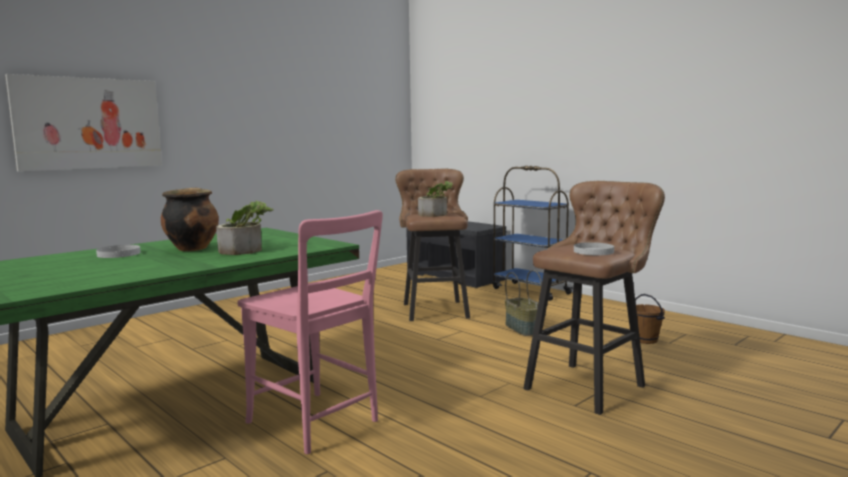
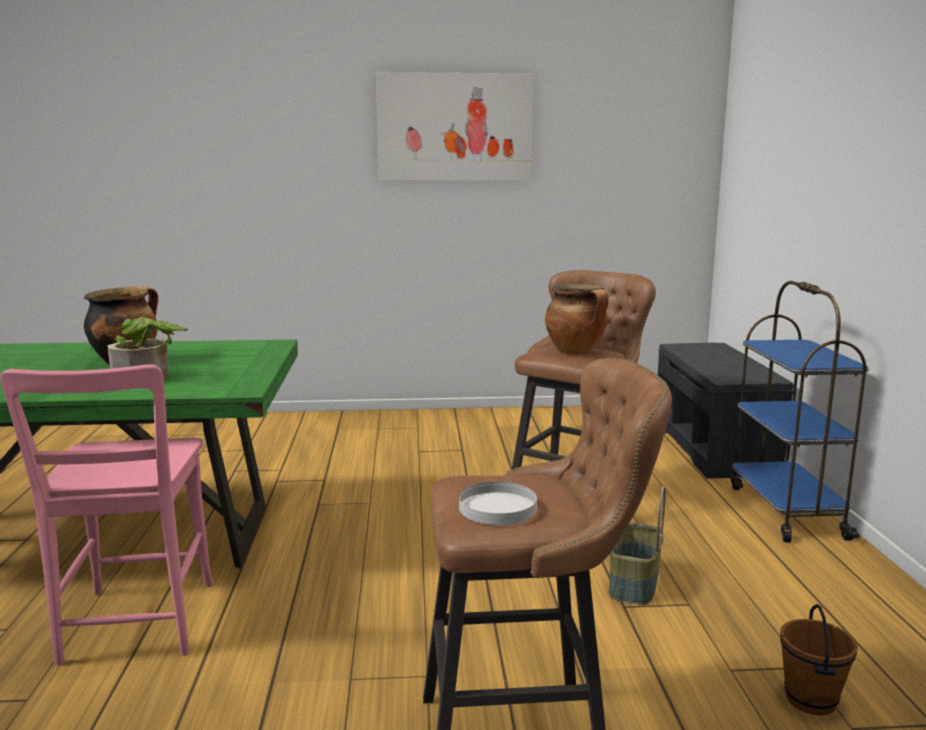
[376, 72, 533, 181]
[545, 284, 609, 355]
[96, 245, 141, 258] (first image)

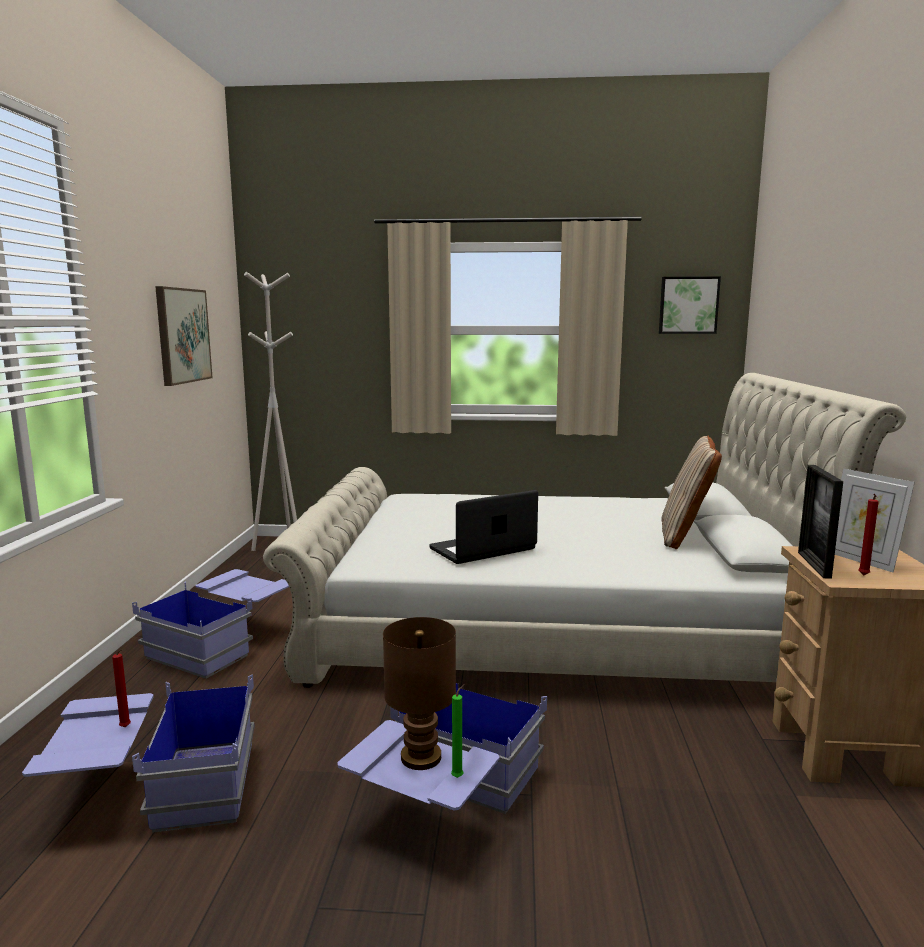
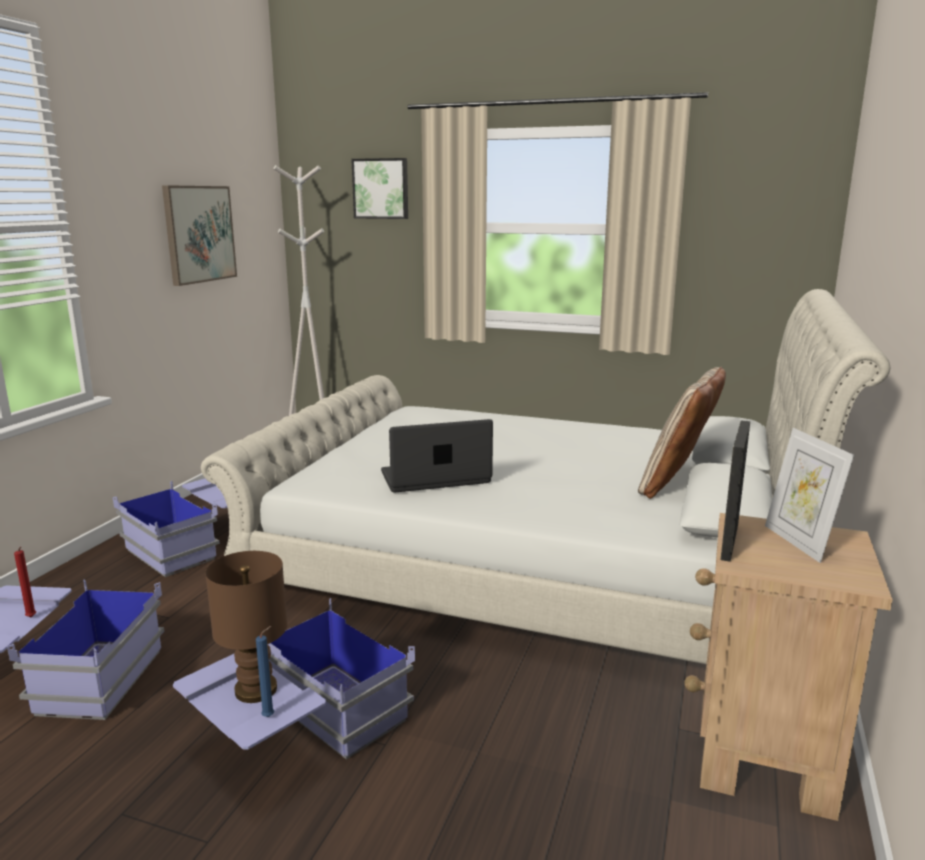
[256, 626, 274, 717]
[351, 158, 408, 219]
[858, 493, 879, 575] (first image)

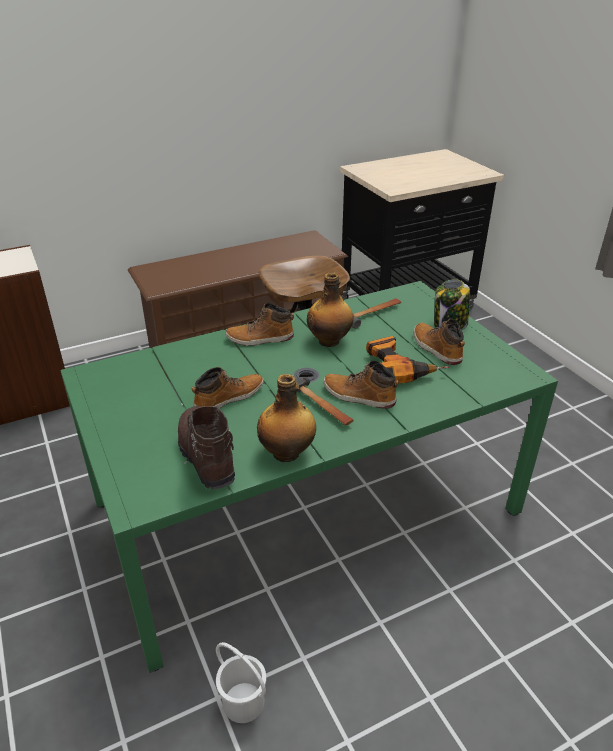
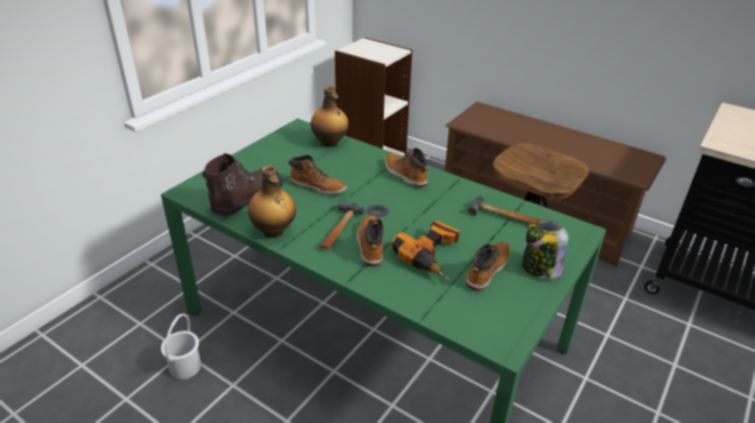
[311, 86, 349, 148]

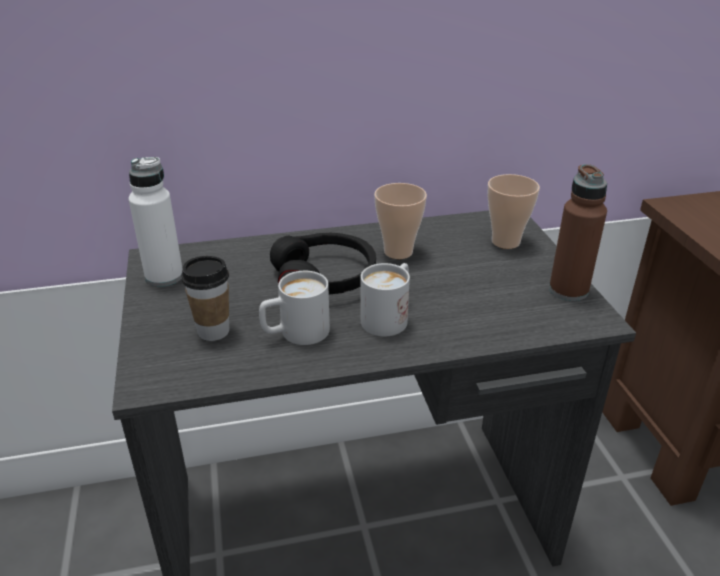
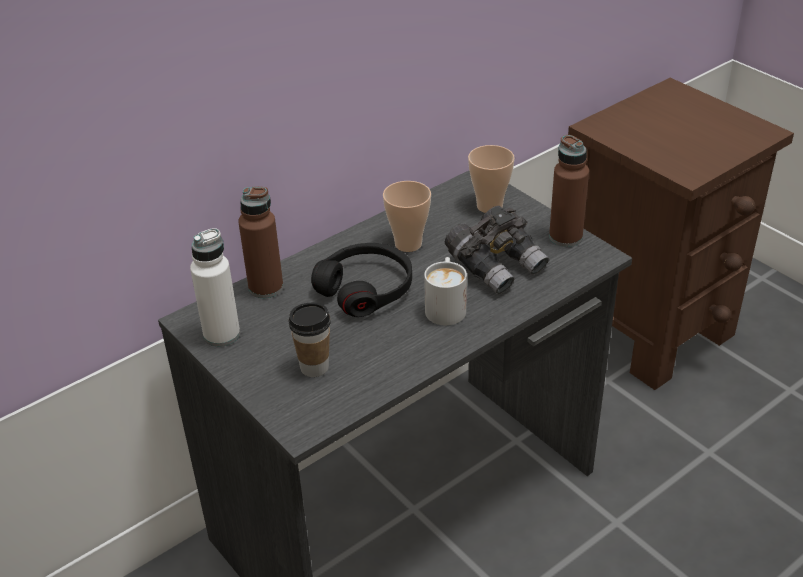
[238, 187, 283, 298]
[445, 206, 549, 295]
[259, 271, 330, 345] (first image)

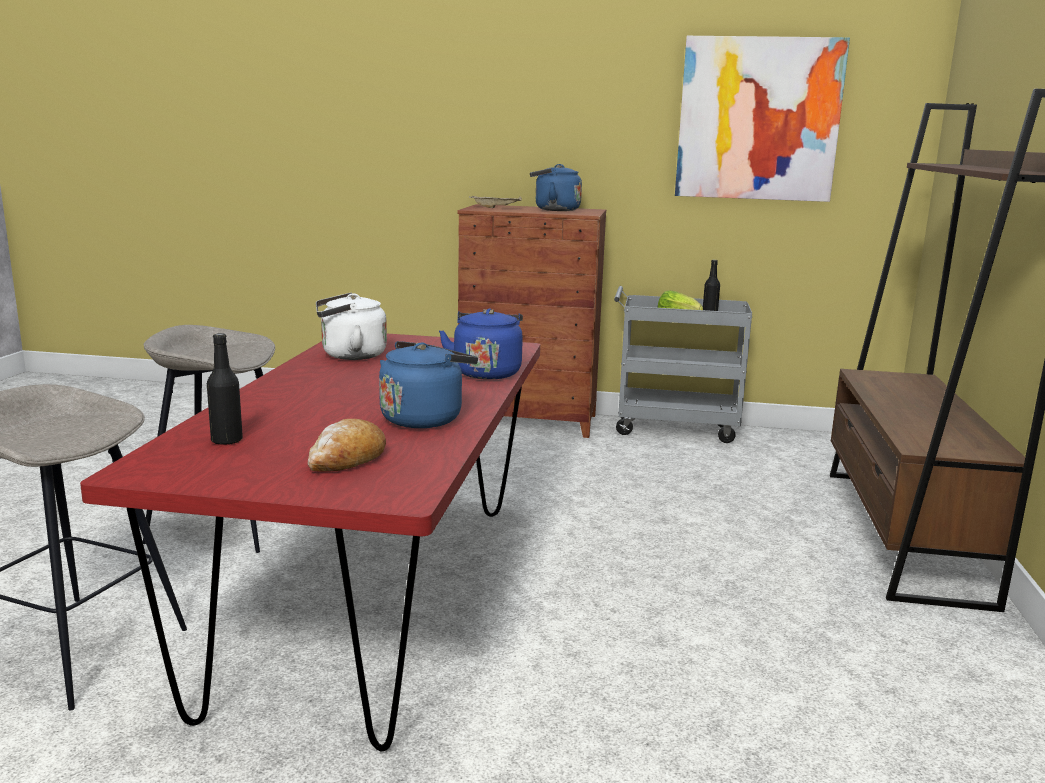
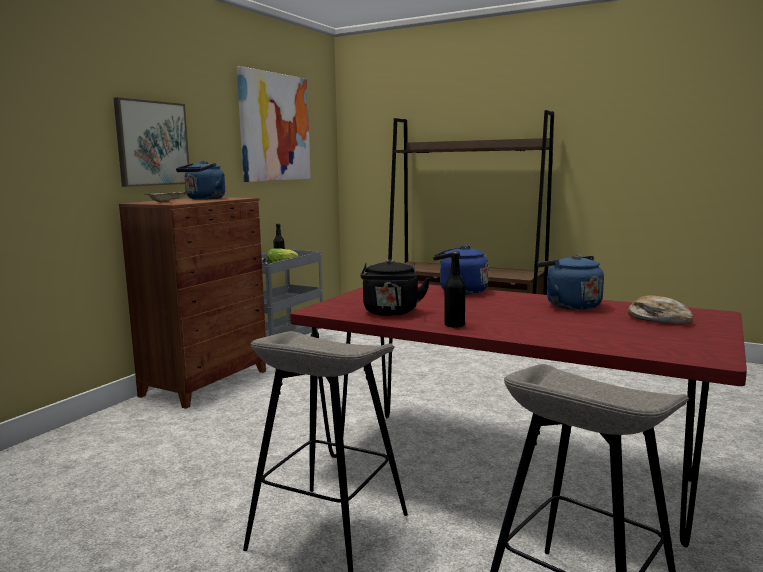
[113, 97, 189, 187]
[360, 259, 430, 316]
[444, 252, 465, 328]

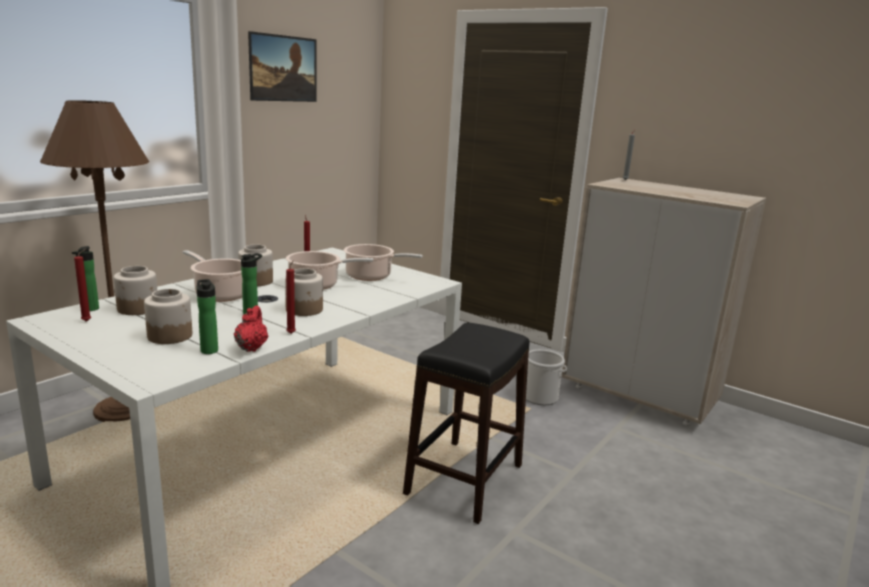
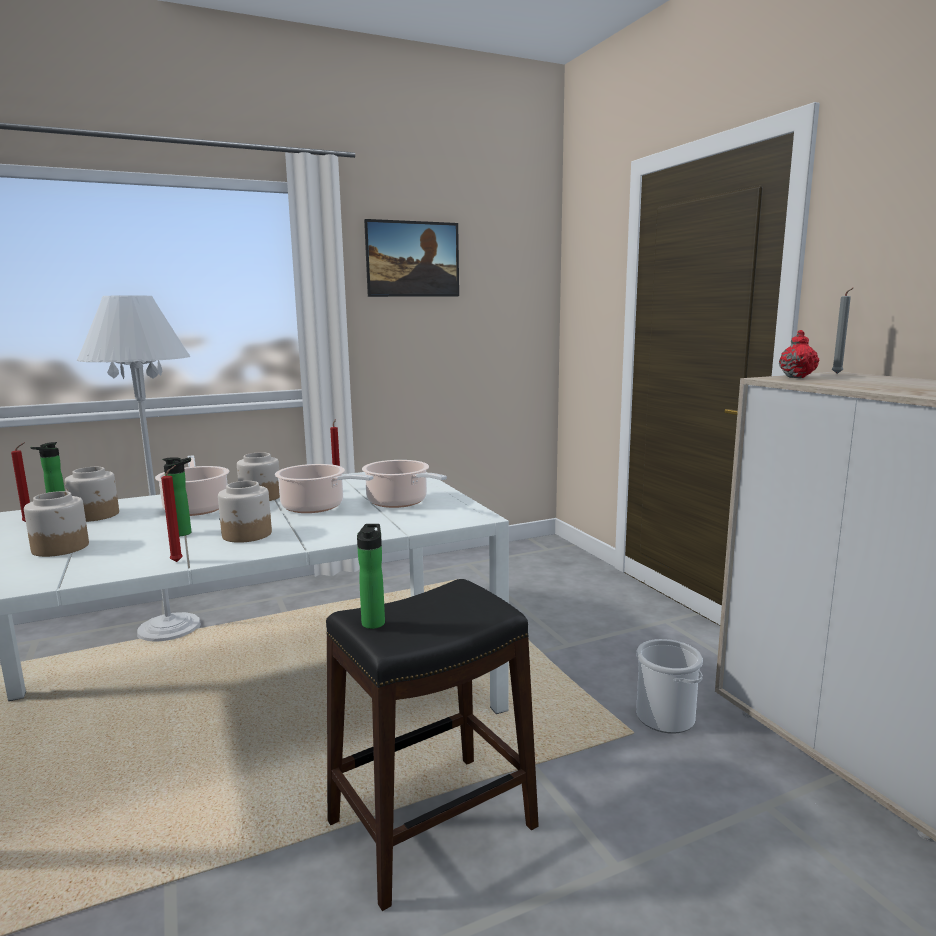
[77, 295, 201, 642]
[357, 524, 385, 629]
[779, 330, 819, 378]

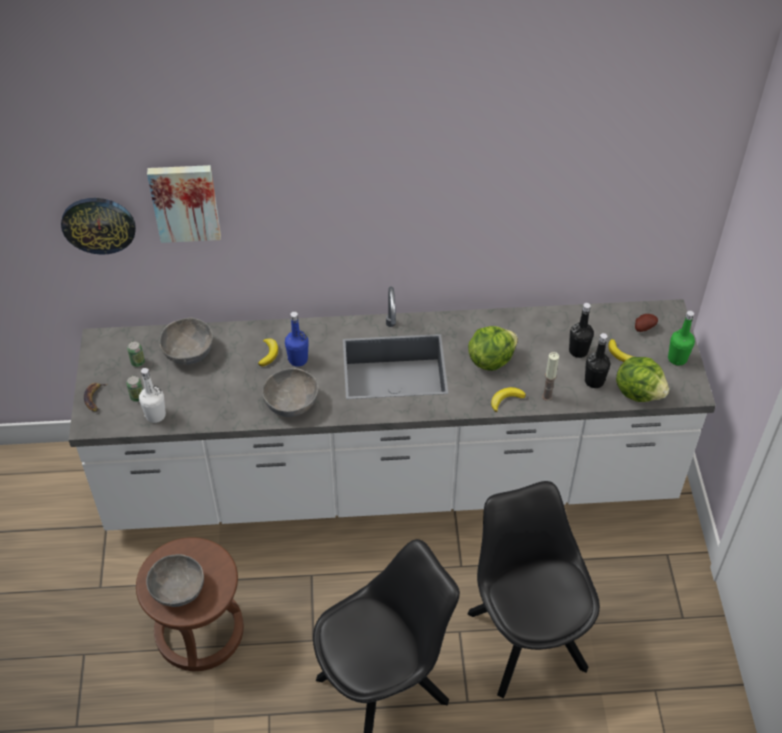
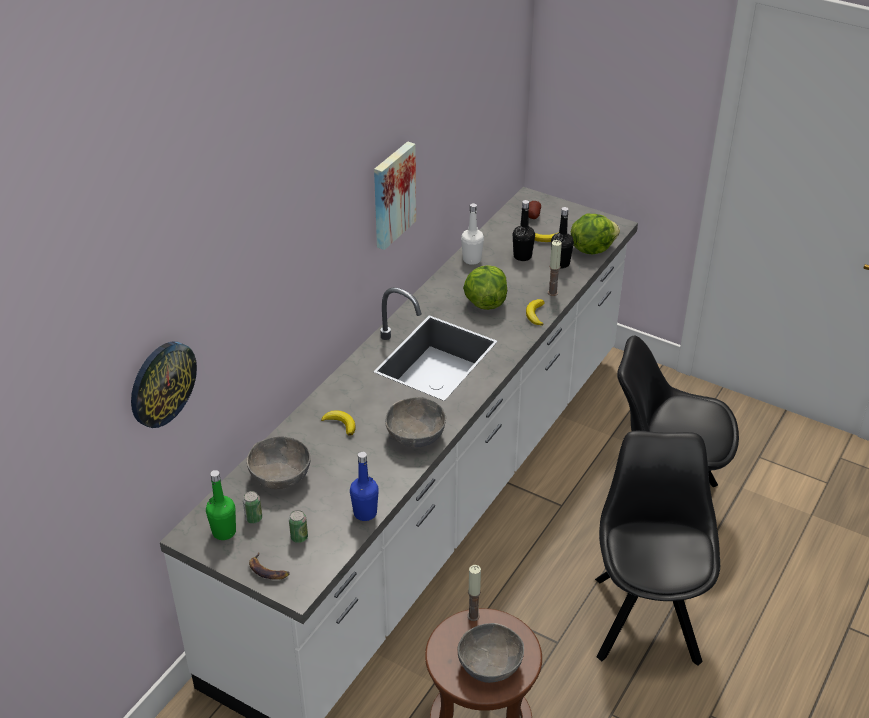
[206, 470, 236, 540]
[350, 451, 379, 521]
[374, 141, 416, 250]
[461, 203, 484, 265]
[467, 565, 481, 621]

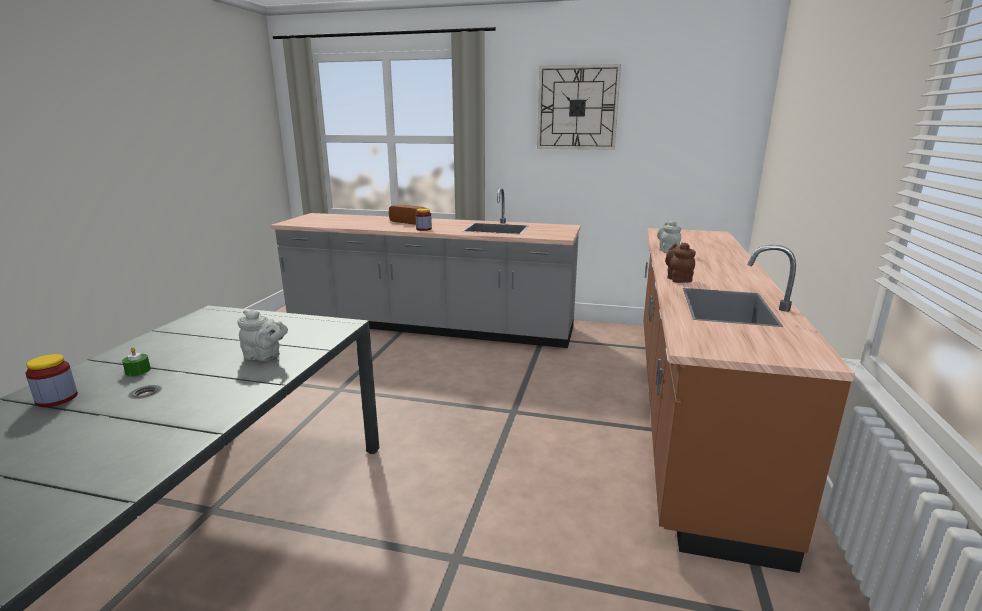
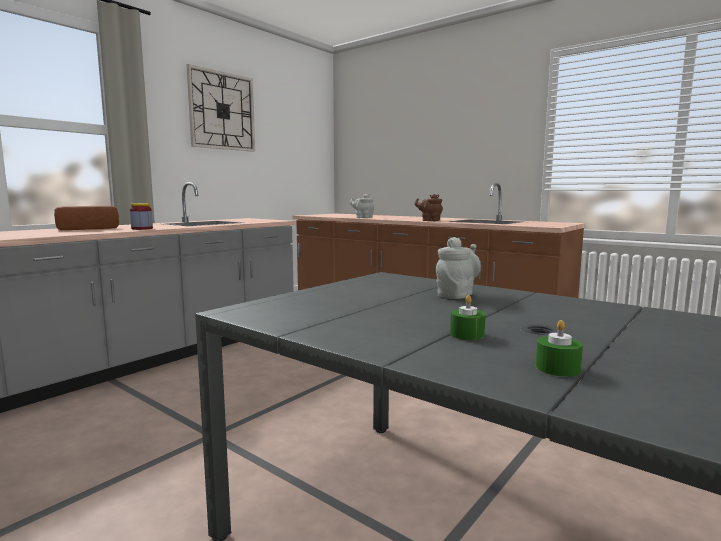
[536, 320, 583, 377]

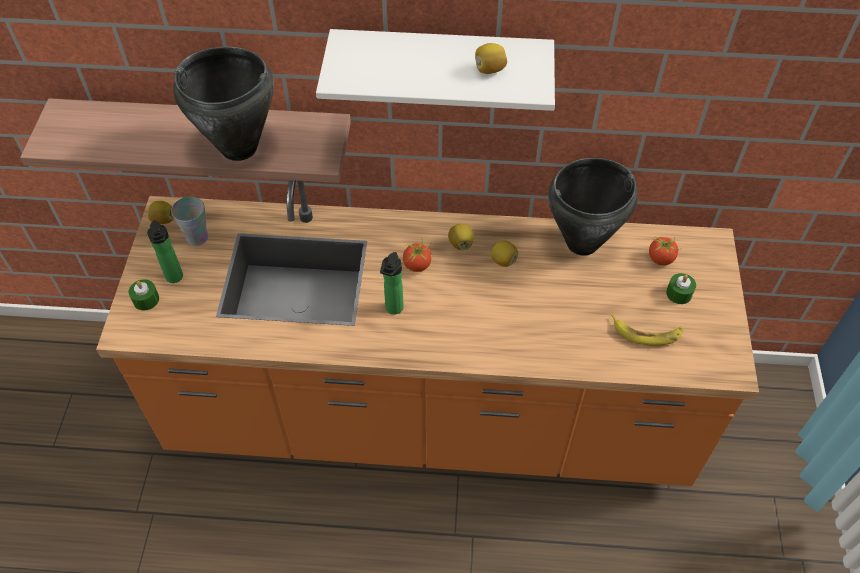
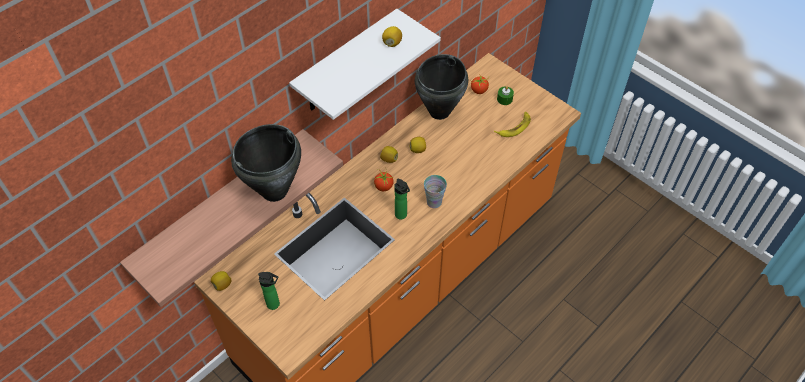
[424, 175, 447, 208]
[129, 279, 159, 310] (first image)

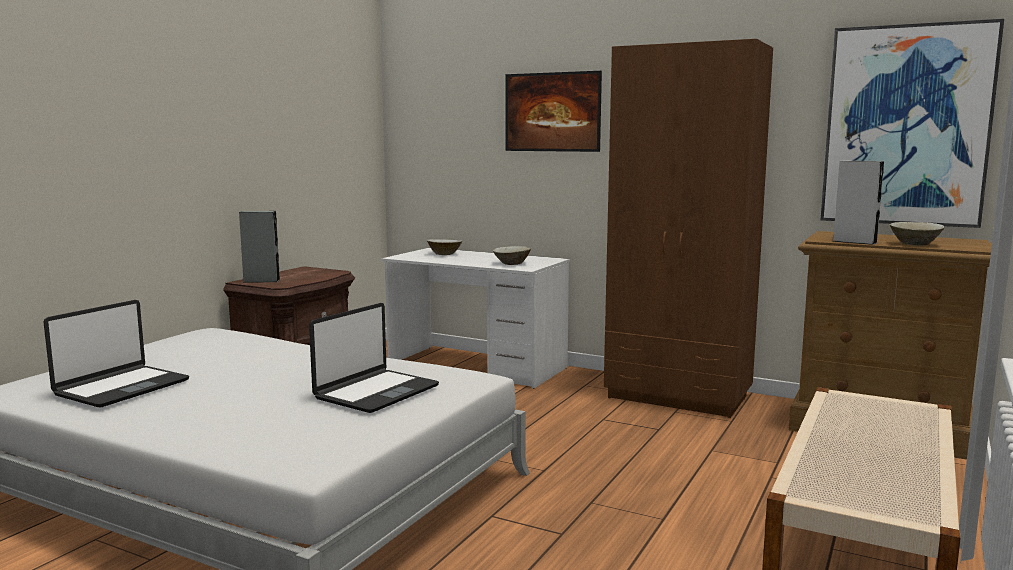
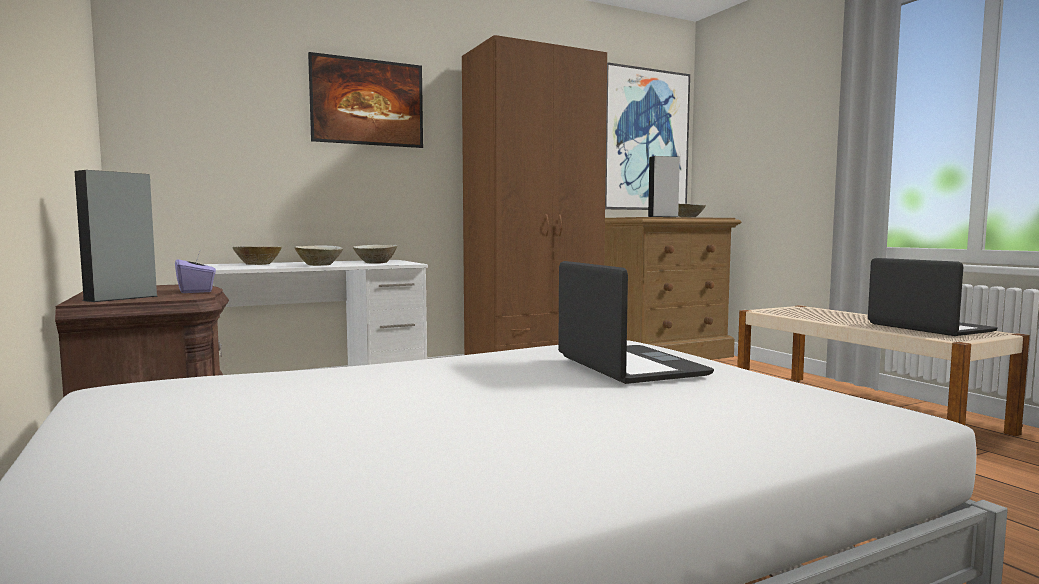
[175, 250, 216, 293]
[295, 245, 343, 266]
[868, 258, 998, 336]

